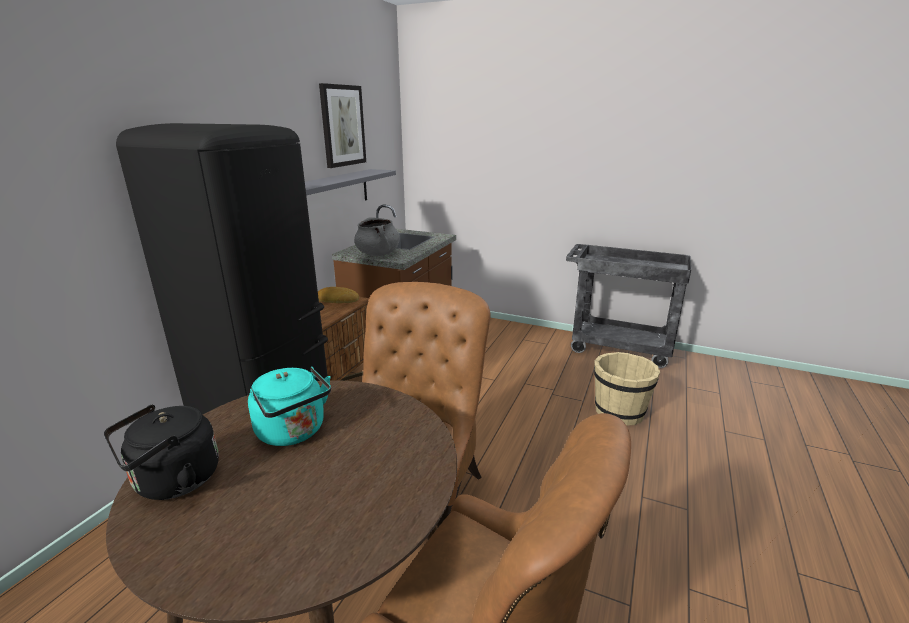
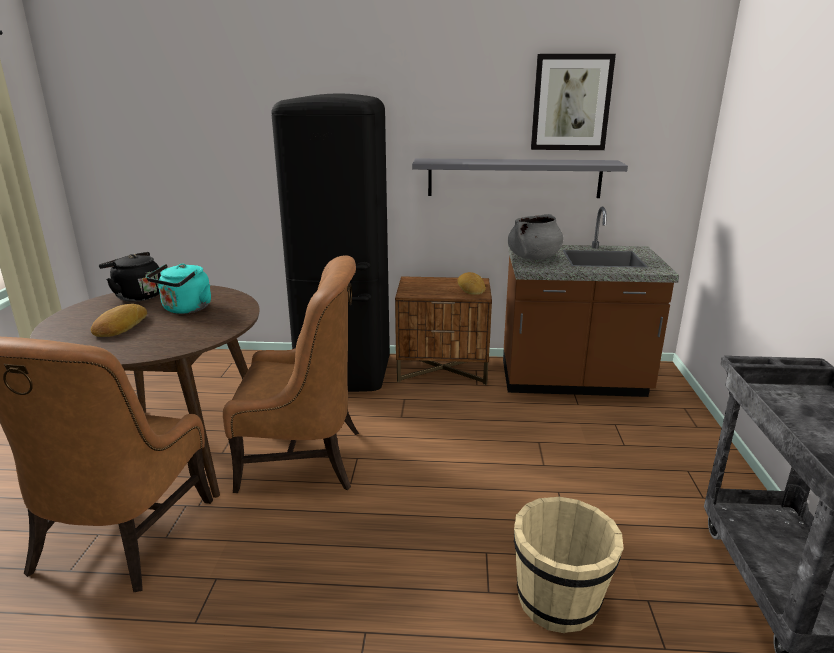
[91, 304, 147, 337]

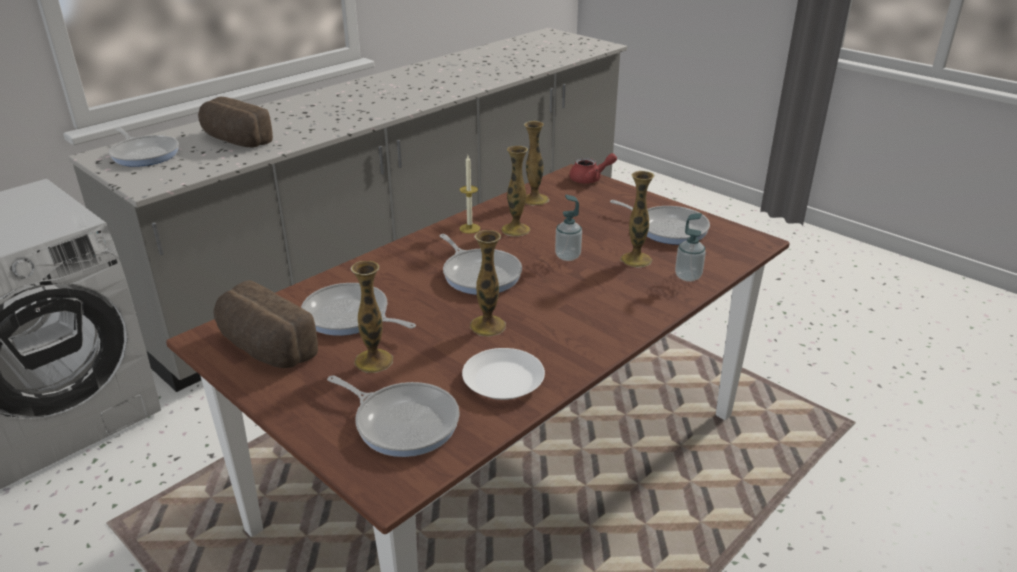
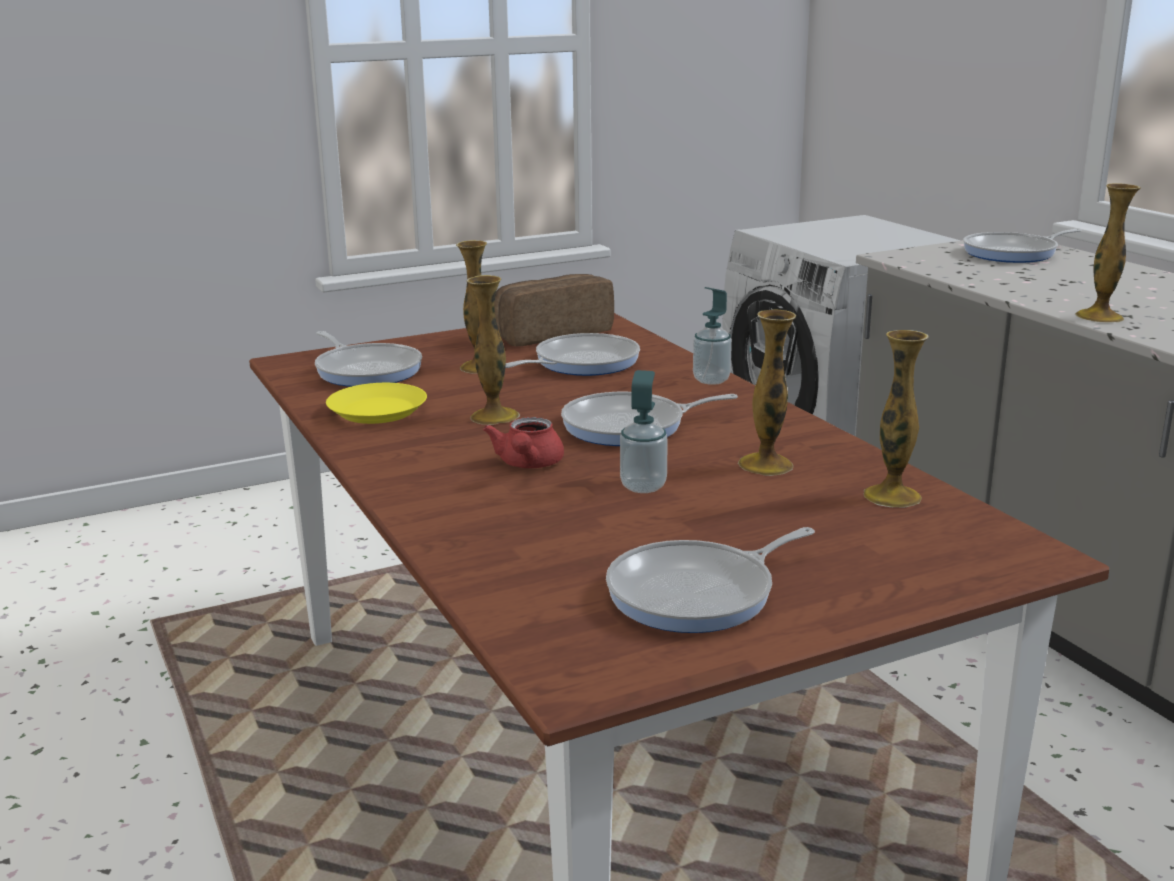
[315, 331, 422, 387]
[326, 383, 427, 424]
[483, 417, 564, 468]
[693, 287, 732, 385]
[1075, 183, 1141, 322]
[198, 96, 273, 147] (first image)
[459, 156, 480, 234] (first image)

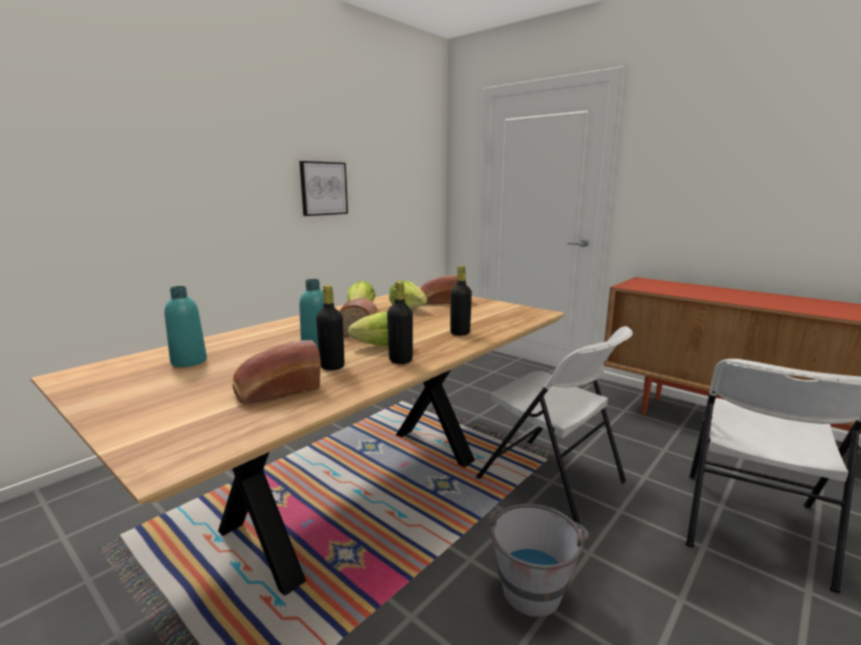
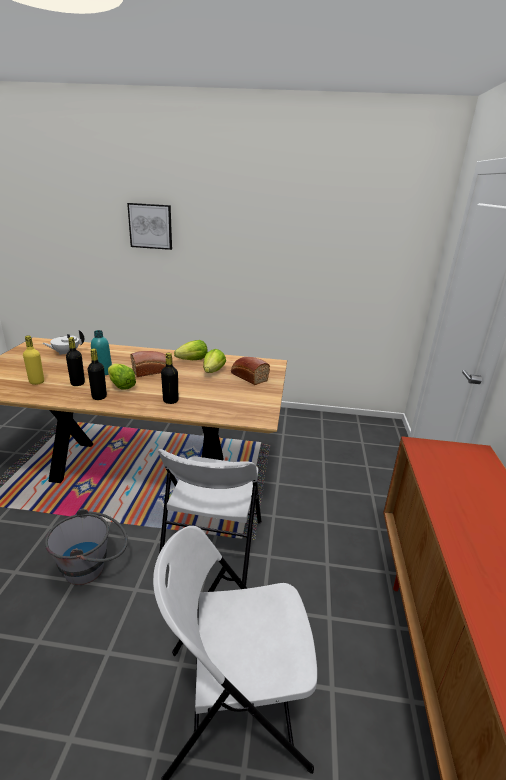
[23, 336, 44, 385]
[42, 330, 84, 355]
[127, 203, 172, 250]

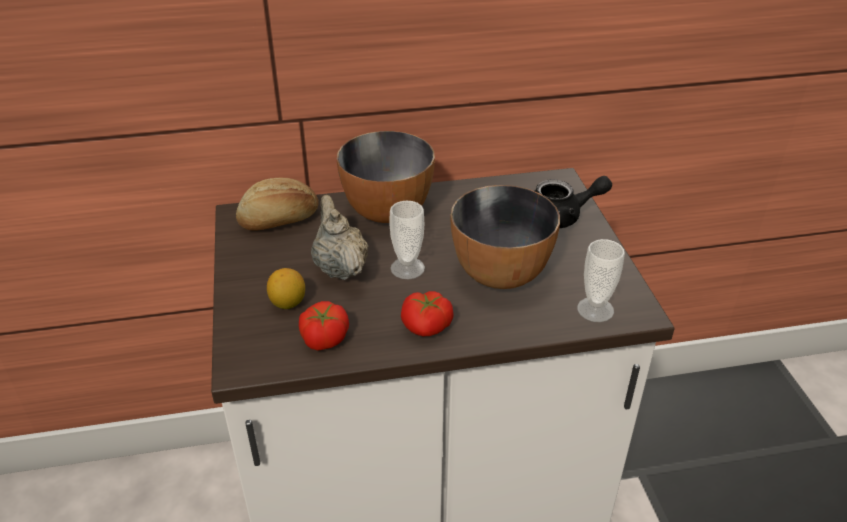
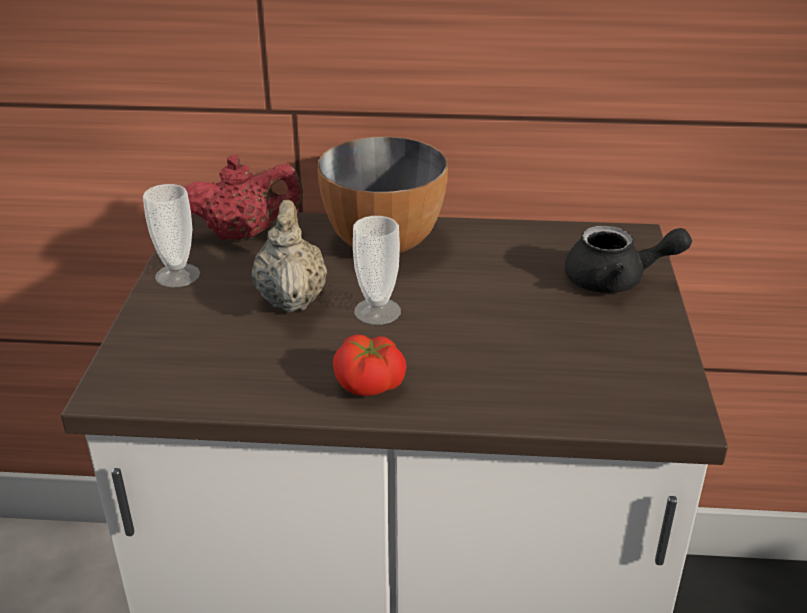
[143, 184, 200, 287]
[184, 155, 303, 240]
[267, 268, 305, 309] (first image)
[299, 301, 349, 351] (first image)
[451, 185, 560, 289] (first image)

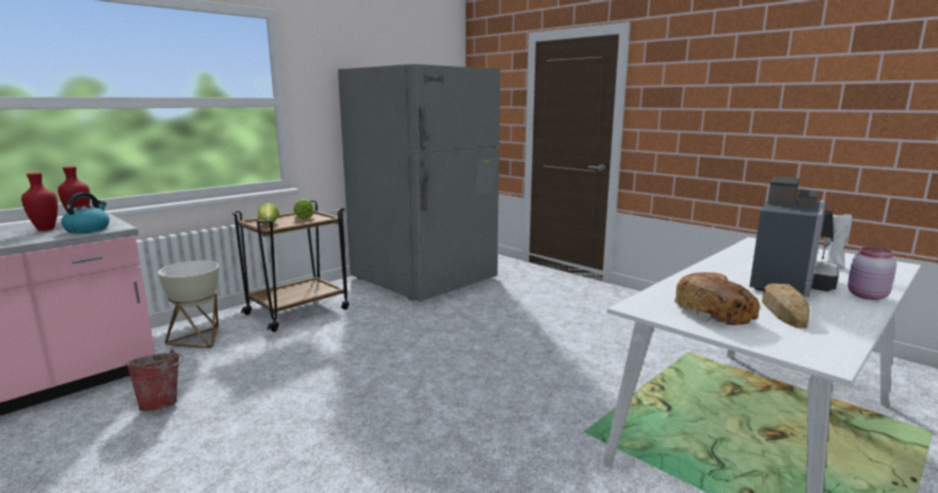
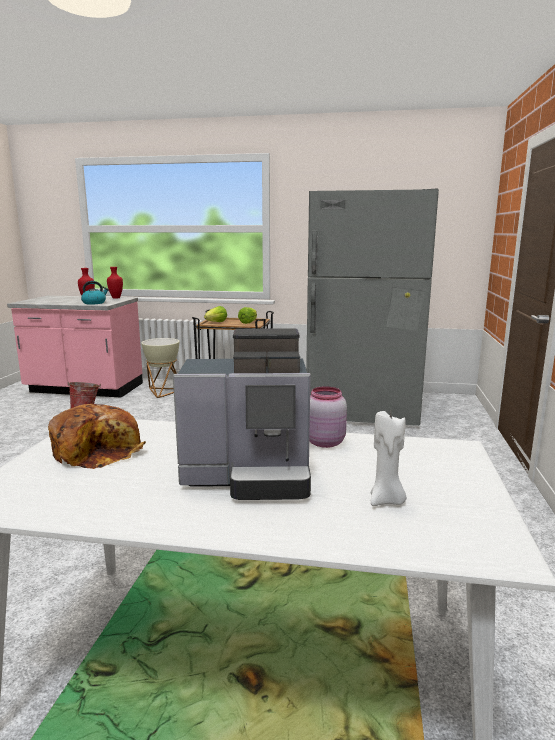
[309, 386, 347, 448]
[762, 283, 810, 328] (first image)

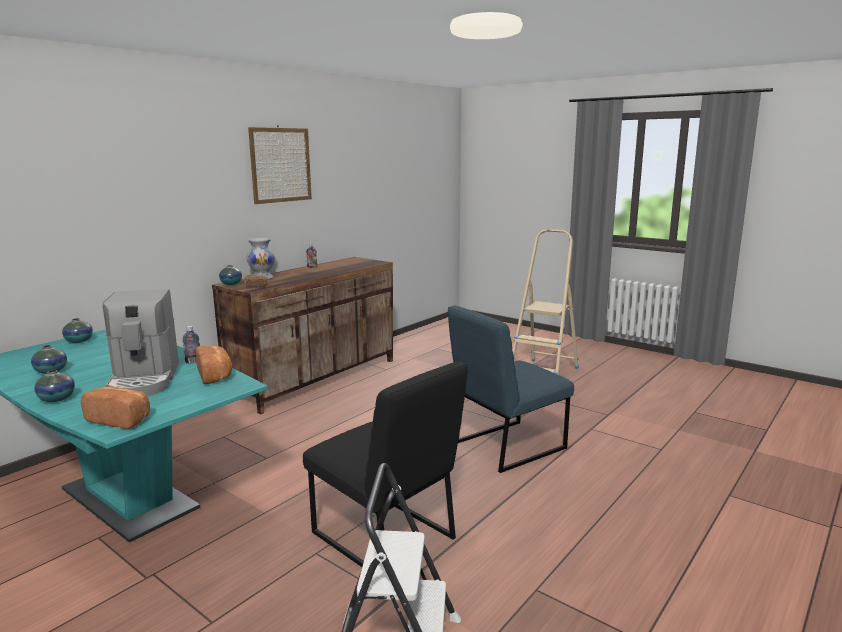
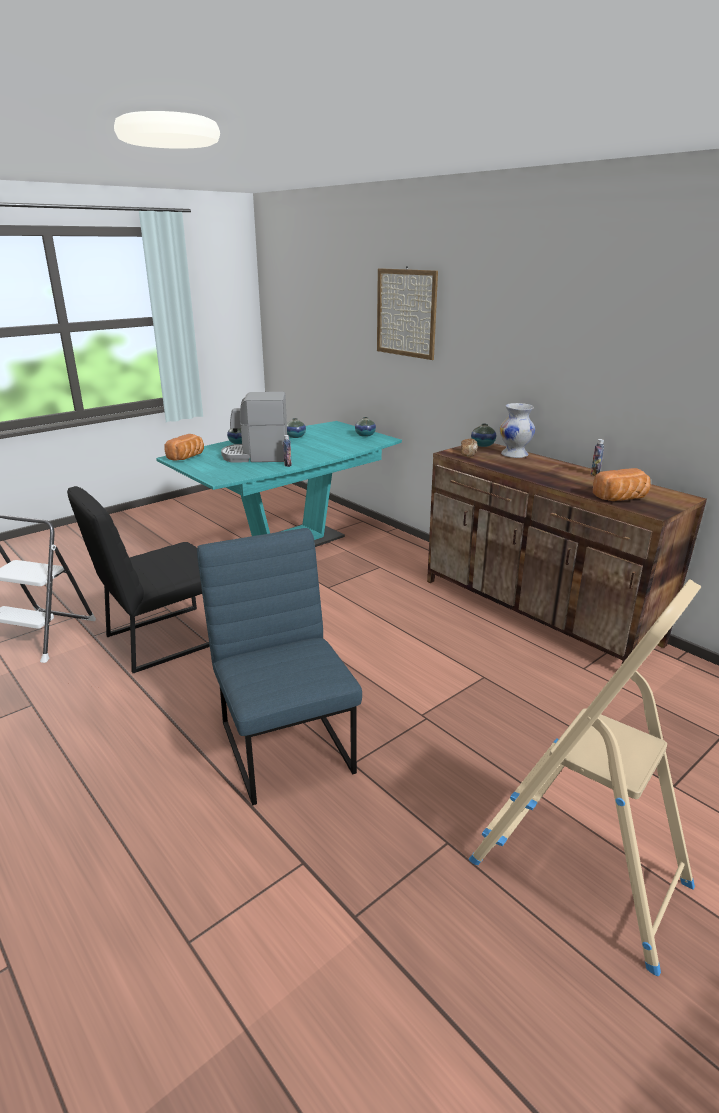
[377, 266, 438, 360]
[593, 468, 651, 501]

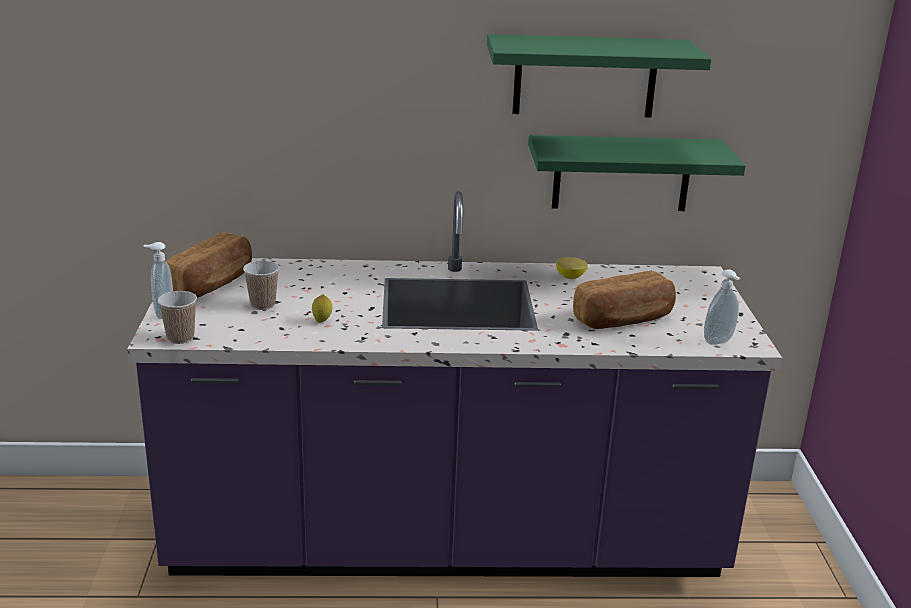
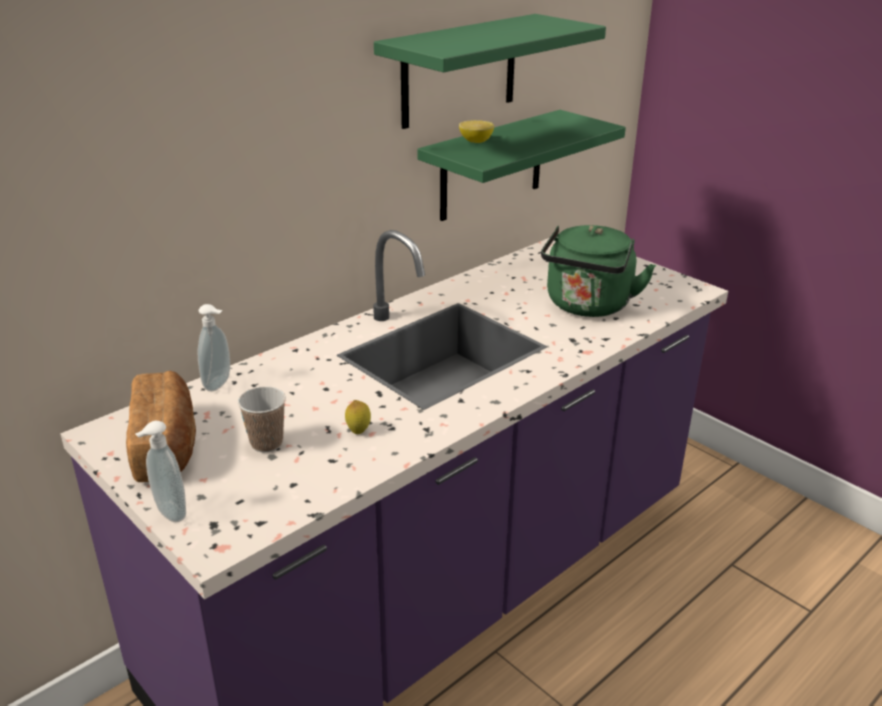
[197, 304, 230, 391]
[459, 120, 494, 143]
[541, 225, 656, 317]
[157, 291, 197, 344] (first image)

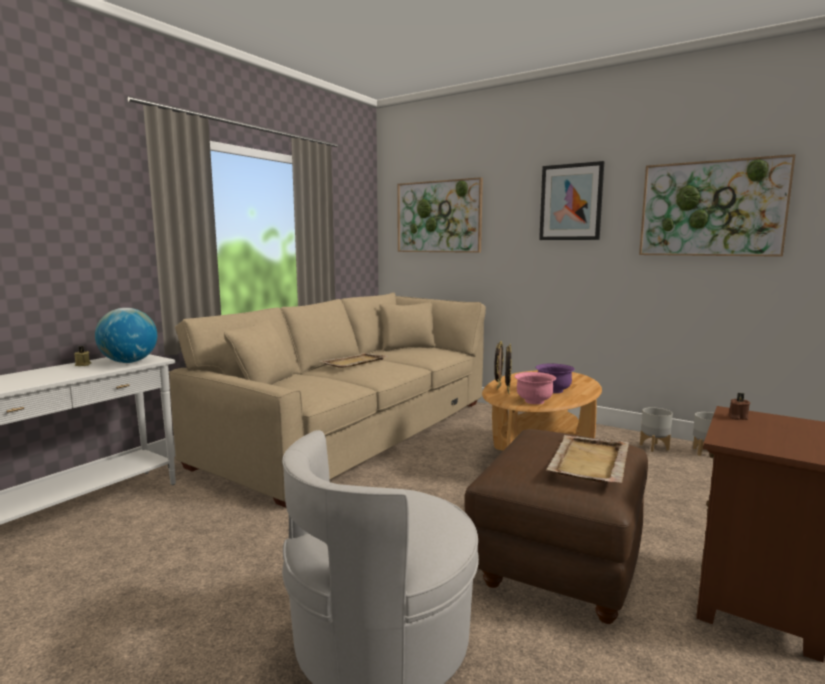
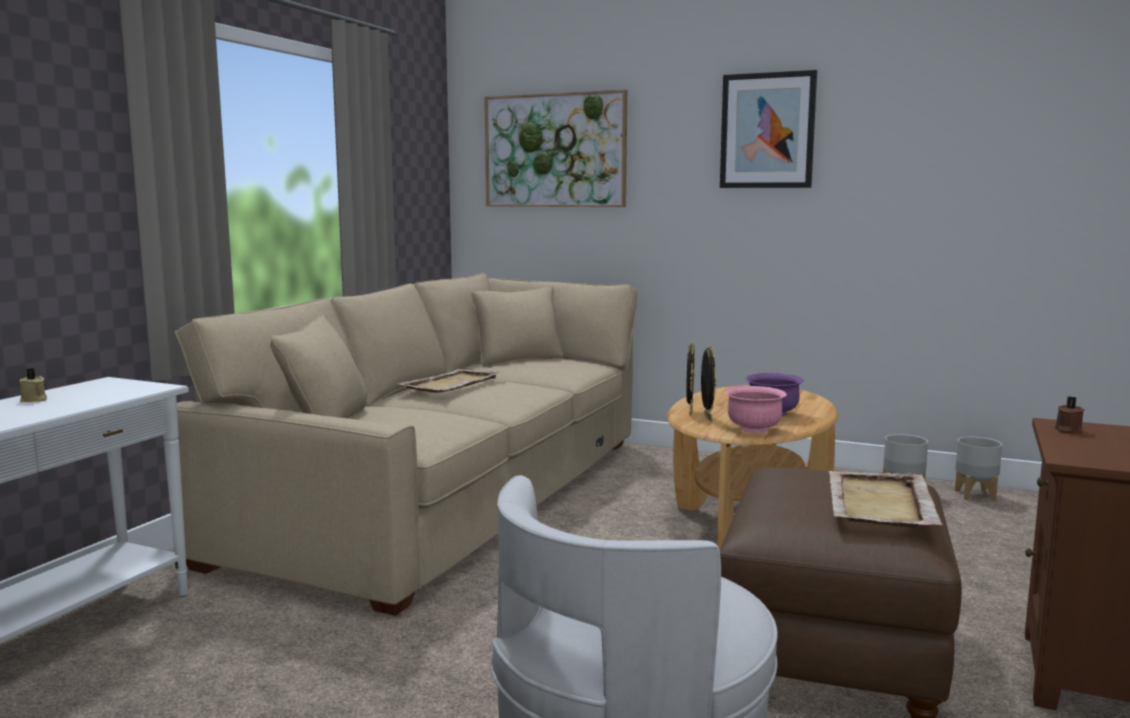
[95, 308, 157, 363] (first image)
[639, 154, 796, 257] (first image)

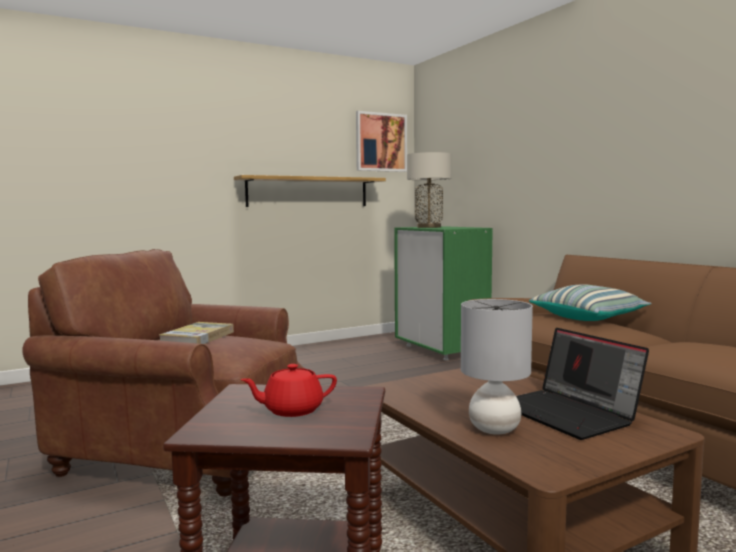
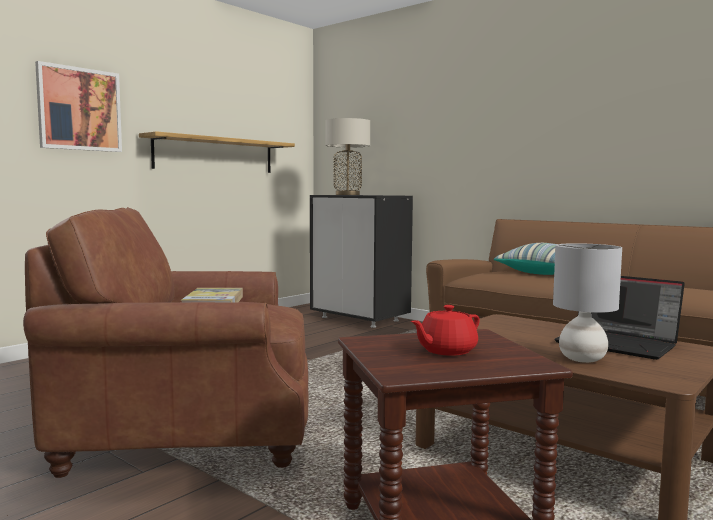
[35, 61, 122, 152]
[310, 195, 413, 328]

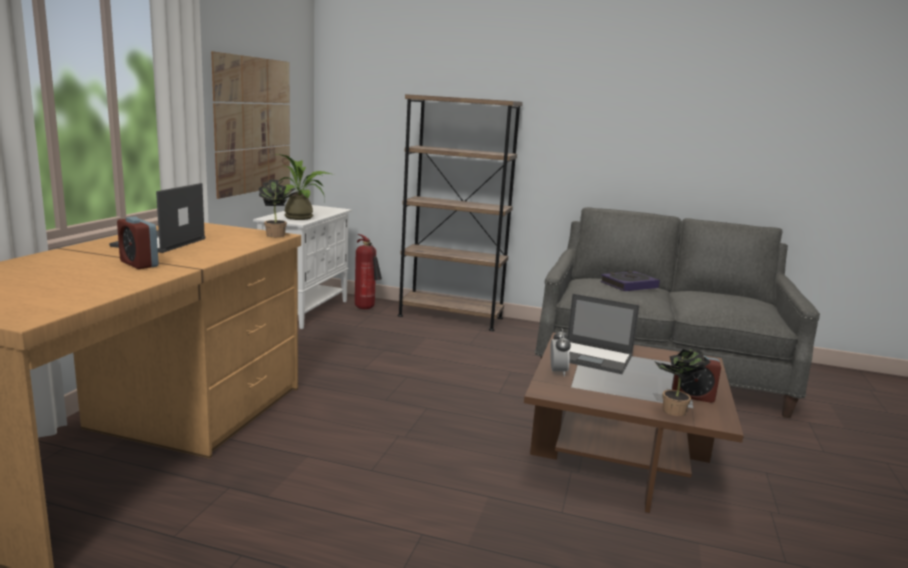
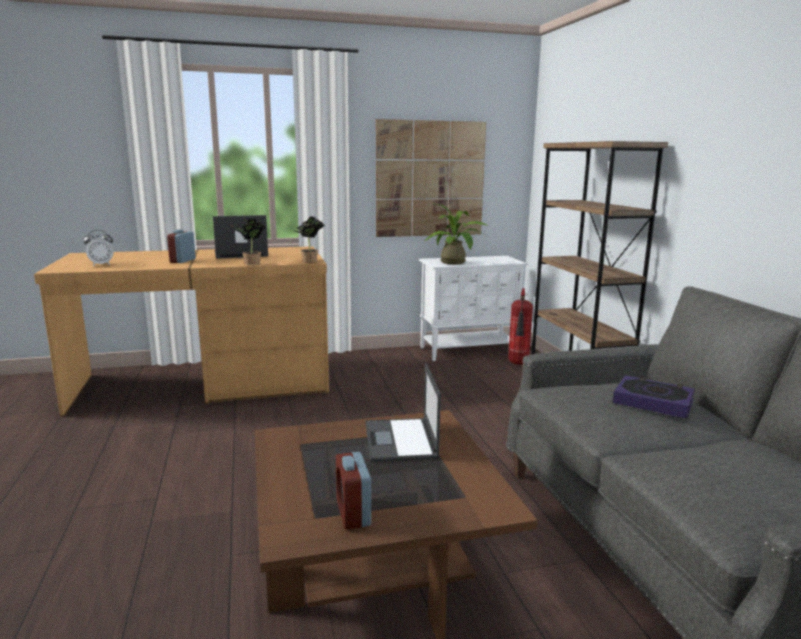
[84, 230, 114, 266]
[229, 219, 265, 265]

